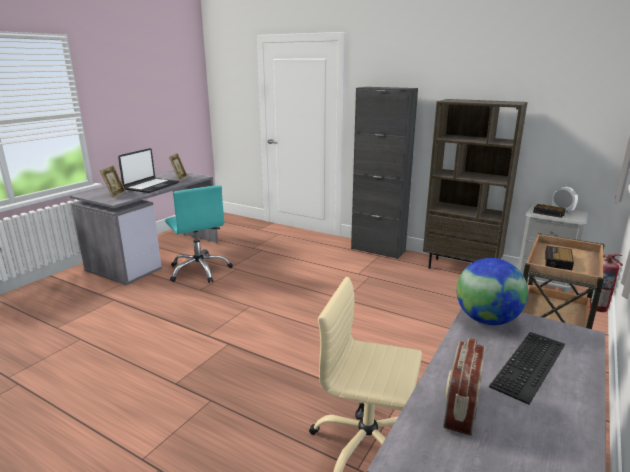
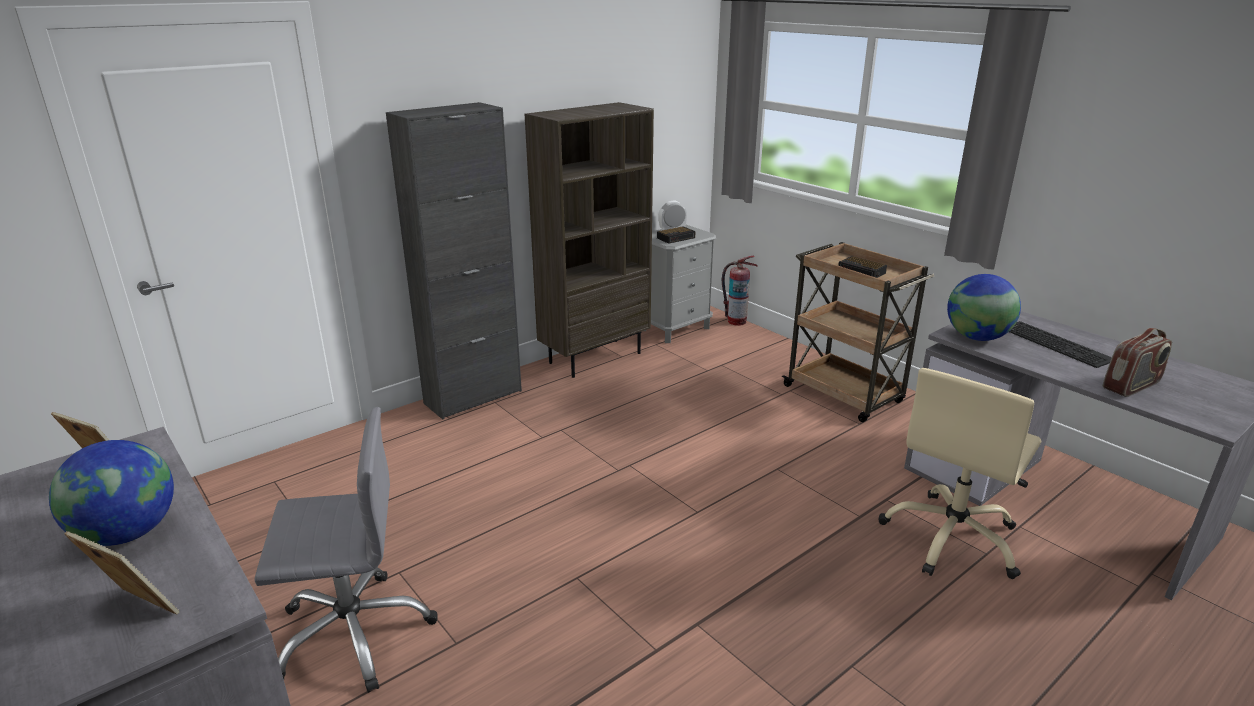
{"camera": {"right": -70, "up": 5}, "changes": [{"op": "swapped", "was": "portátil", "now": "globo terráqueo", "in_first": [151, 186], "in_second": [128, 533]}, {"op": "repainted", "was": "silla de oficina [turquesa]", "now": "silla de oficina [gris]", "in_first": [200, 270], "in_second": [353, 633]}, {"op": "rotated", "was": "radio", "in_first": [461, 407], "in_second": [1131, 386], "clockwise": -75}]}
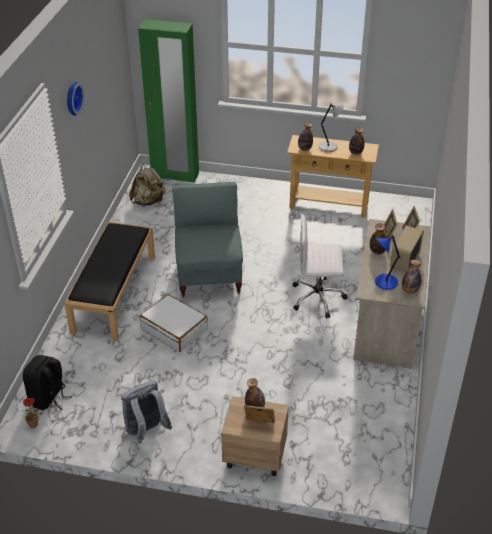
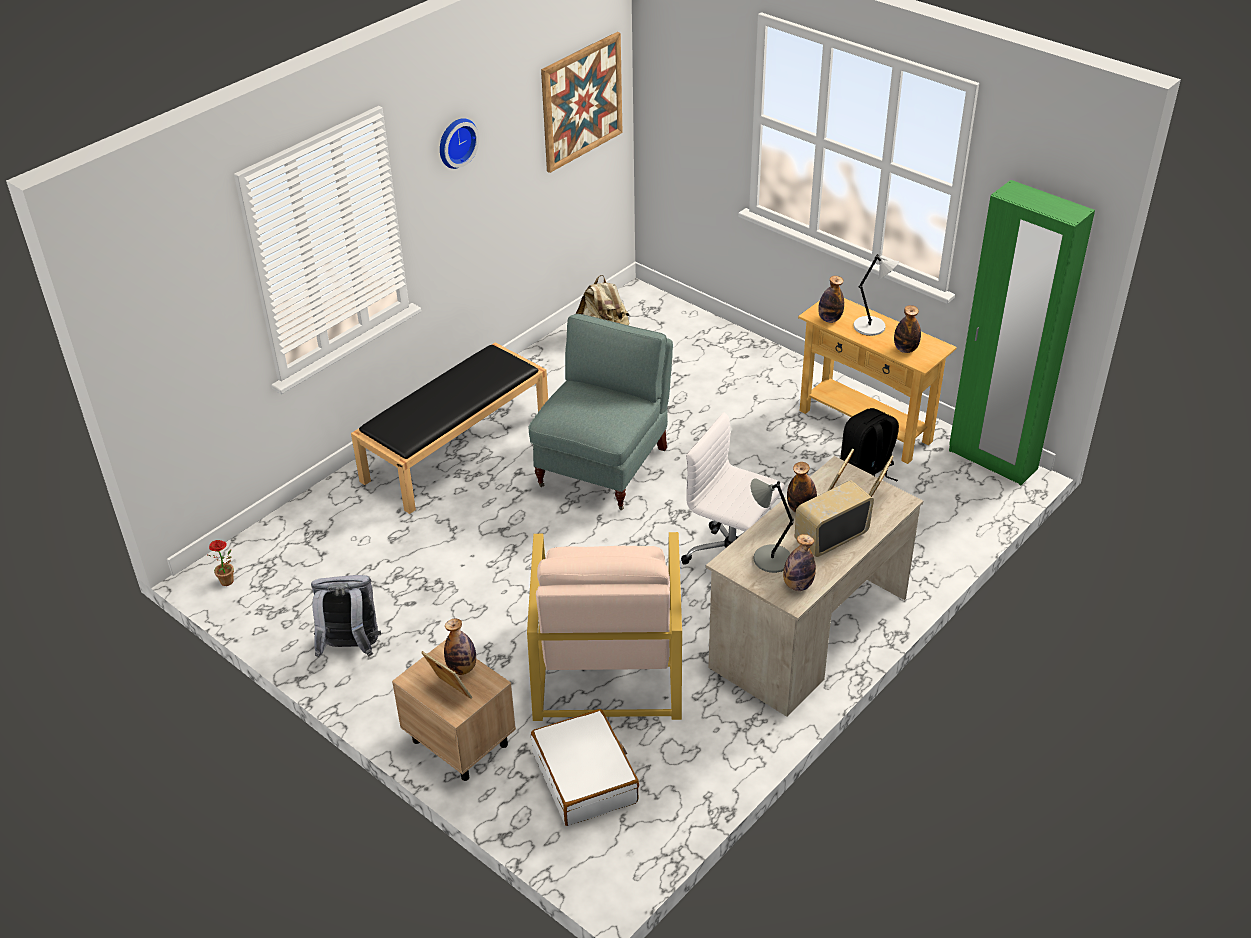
{"camera": {"right": 30, "up": 0}, "changes": [{"op": "new", "now": "sillón [beis]", "in_second": [607, 661]}, {"op": "new", "now": "cuadro", "in_second": [582, 101]}, {"op": "shifted", "was": "mochila [negro]", "in_first": [48, 398], "in_second": [866, 472]}, {"op": "shifted", "was": "armario ropero [verde]", "in_first": [175, 175], "in_second": [992, 460]}, {"op": "shifted", "was": "maleta [blanco]", "in_first": [174, 329], "in_second": [585, 777]}, {"op": "repainted", "was": "lámpara de mesa [azul]", "now": "lámpara de mesa [gris]", "in_first": [385, 282], "in_second": [769, 559]}]}
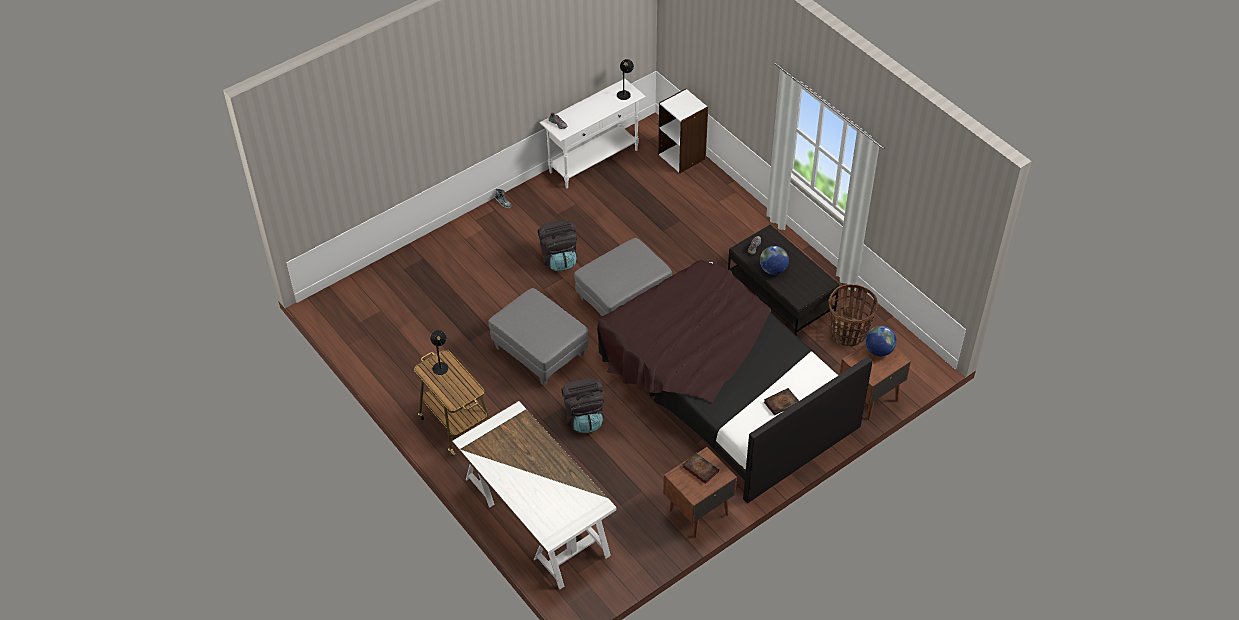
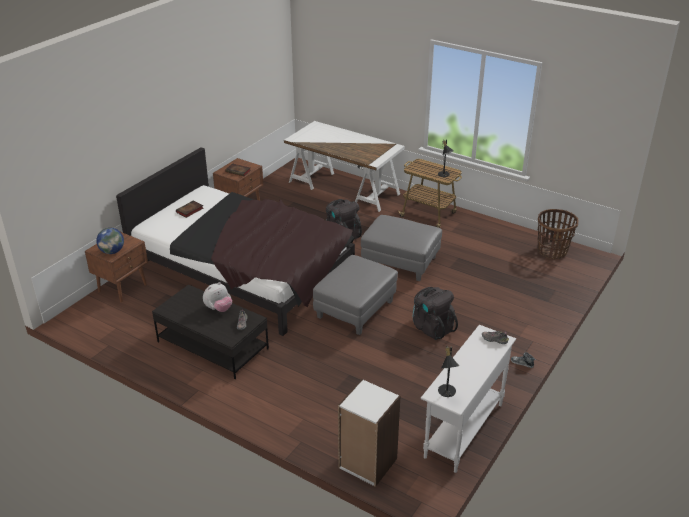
{"camera": {"right": 160, "up": -15}, "changes": [{"op": "shifted", "was": "cesta", "in_first": [848, 333], "in_second": [552, 251]}, {"op": "swapped", "was": "globo terráqueo", "now": "peluche", "in_first": [773, 270], "in_second": [218, 309]}]}
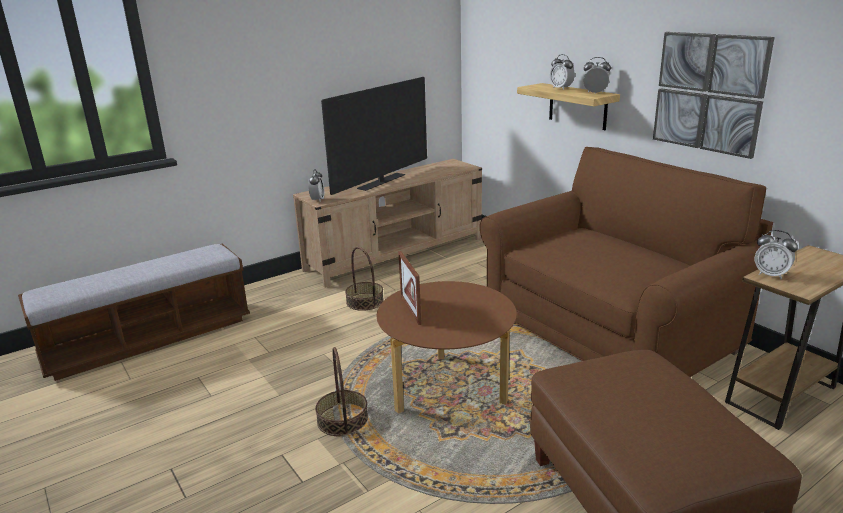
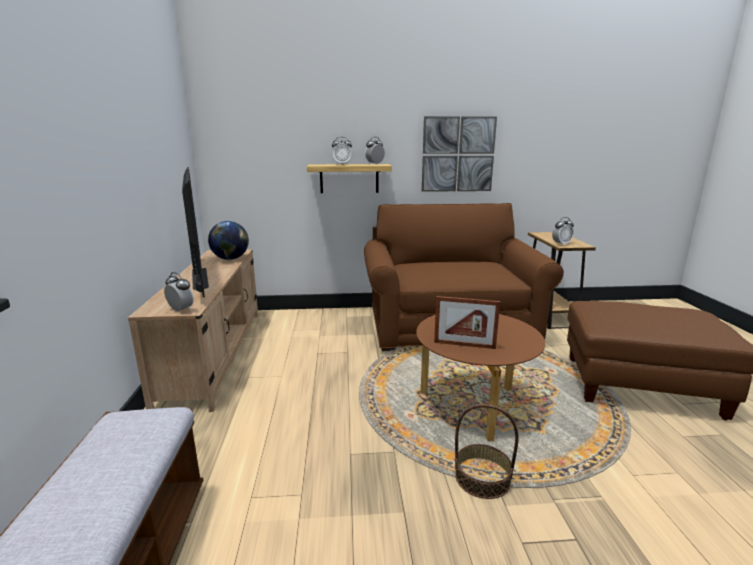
{"camera": {"right": -60, "up": -5}, "changes": [{"op": "gone", "was": "cesta", "in_first": [365, 301]}, {"op": "new", "now": "globo terráqueo", "in_second": [230, 259]}]}
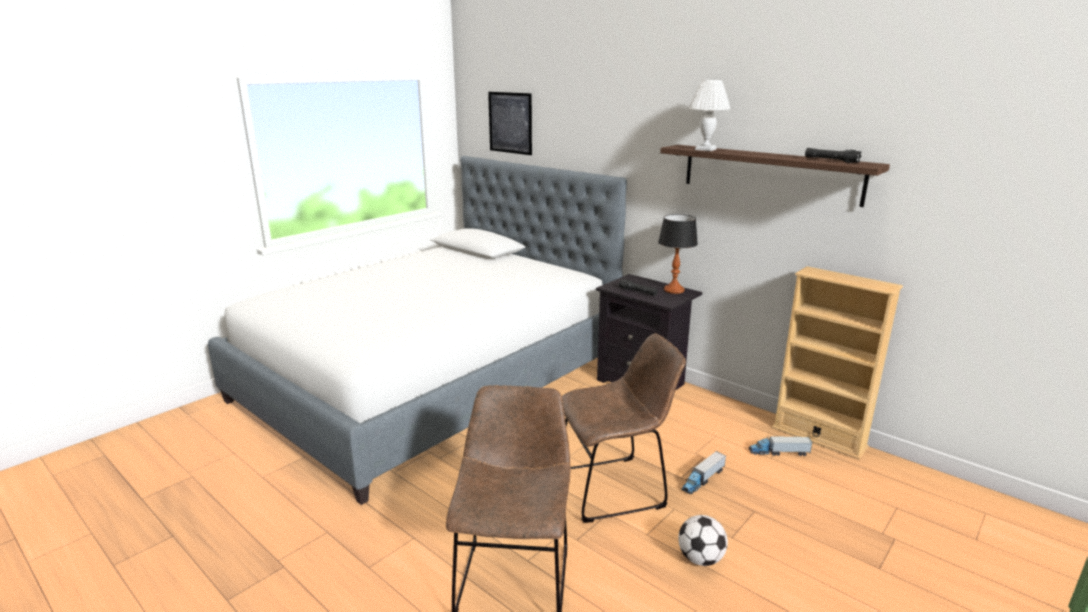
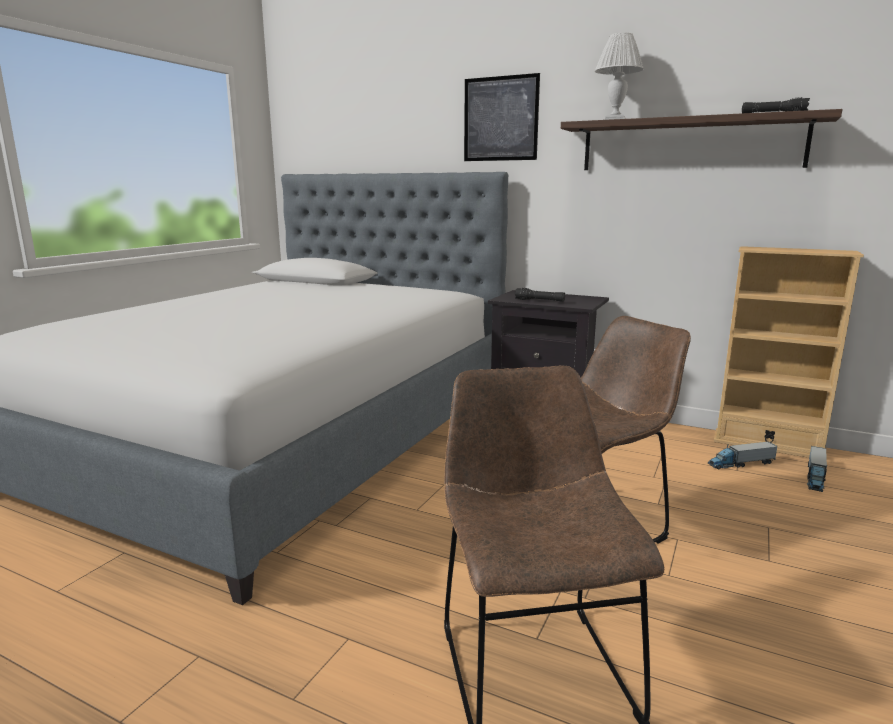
{"camera": {"right": -15, "up": -5}, "changes": [{"op": "gone", "was": "lámpara de mesa", "in_first": [674, 290]}, {"op": "gone", "was": "balón de fútbol", "in_first": [700, 559]}, {"op": "shifted", "was": "cuadro", "in_first": [510, 123], "in_second": [500, 119]}, {"op": "shifted", "was": "camión de juguete", "in_first": [703, 479], "in_second": [815, 477]}]}
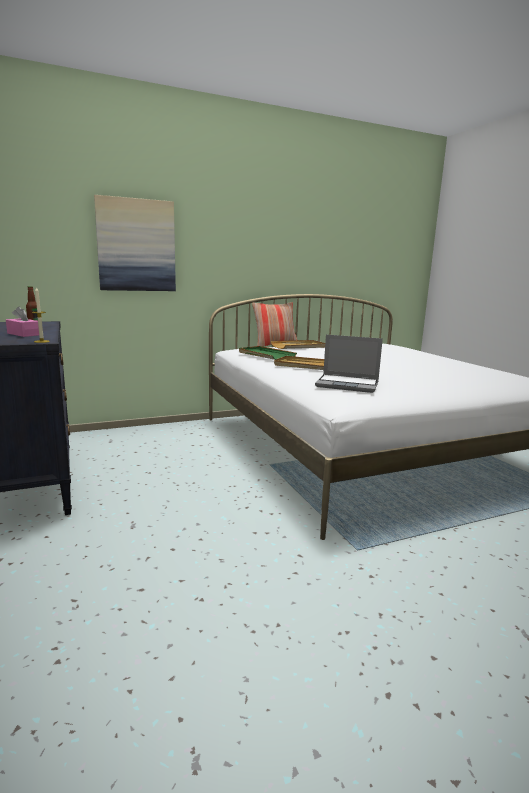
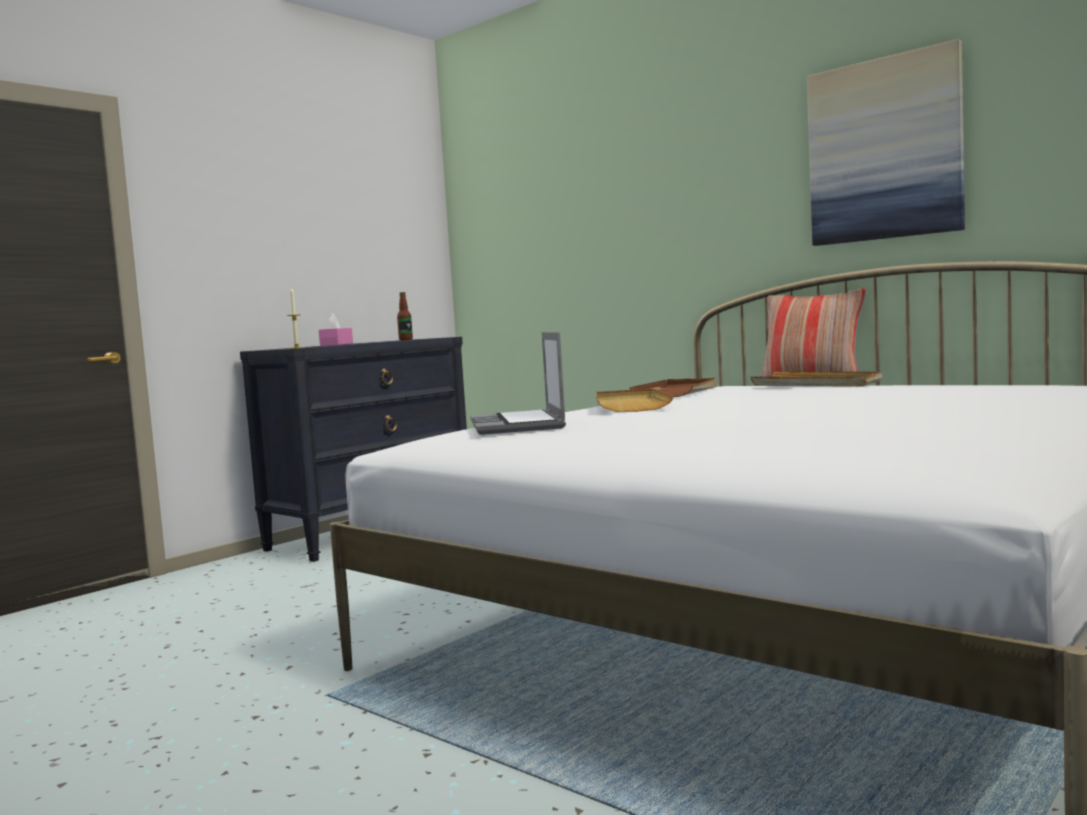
{"camera": {"right": 65, "up": -10}, "changes": [{"op": "shifted", "was": "cuadro", "in_first": [136, 245], "in_second": [884, 150]}, {"op": "repainted", "was": "bandeja [verde]", "now": "bandeja [marrón]", "in_first": [266, 355], "in_second": [677, 392]}]}
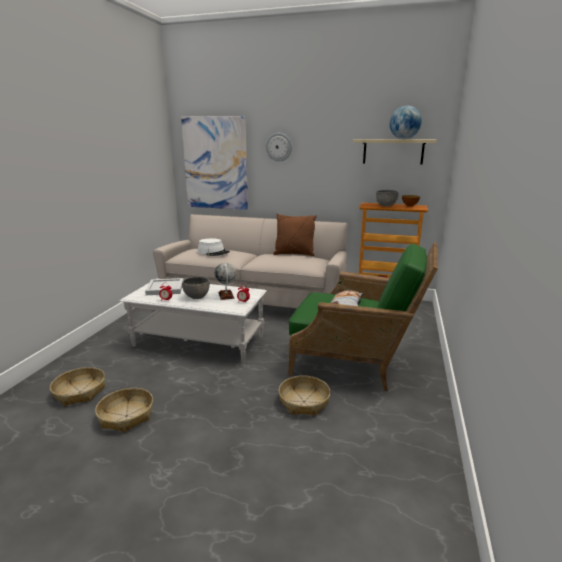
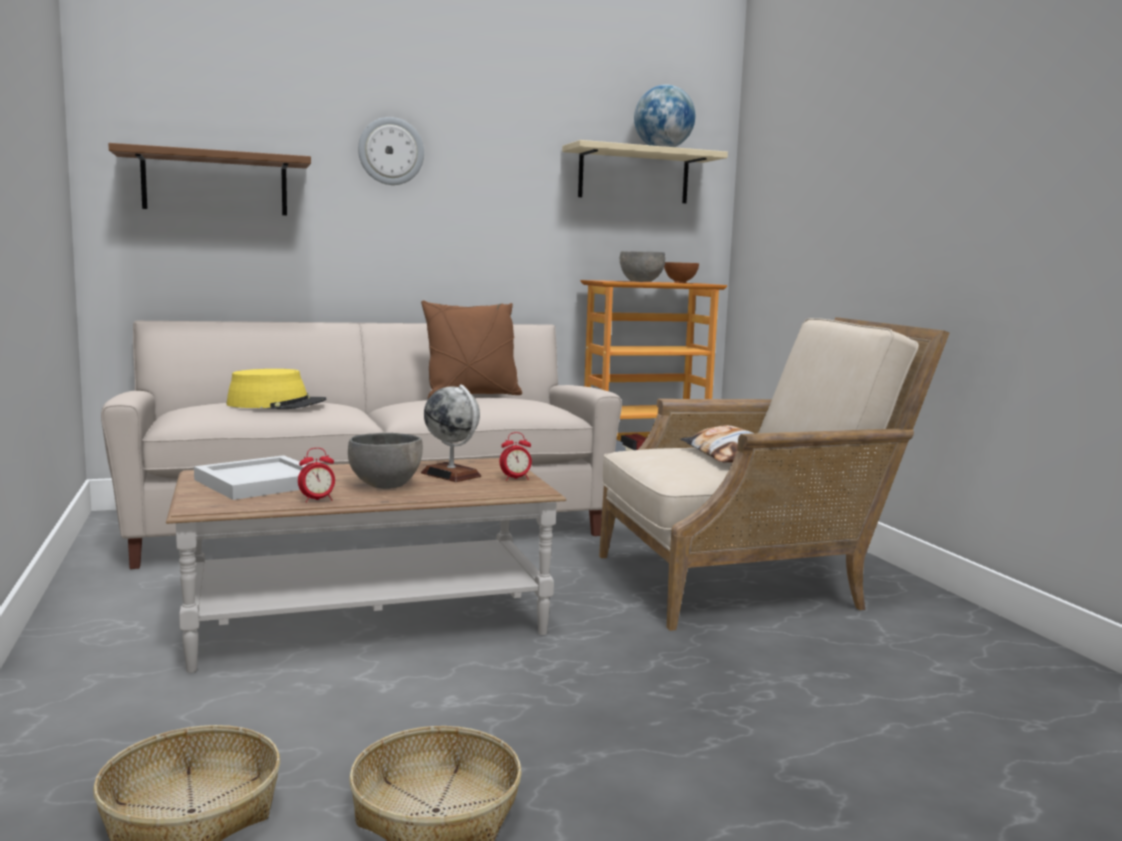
{"camera": {"right": -35, "up": -10}, "changes": [{"op": "gone", "was": "cesta", "in_first": [304, 401]}, {"op": "swapped", "was": "cuadro", "now": "estante [marrón]", "in_first": [215, 163], "in_second": [215, 184]}, {"op": "repainted", "was": "mesa de centro [blanco]", "now": "mesa de centro [marrón]", "in_first": [199, 341], "in_second": [368, 621]}, {"op": "repainted", "was": "sombrero [blanco]", "now": "sombrero [amarillo]", "in_first": [213, 252], "in_second": [276, 404]}, {"op": "repainted", "was": "sillón [verde]", "now": "sillón [beis]", "in_first": [356, 361], "in_second": [748, 581]}]}
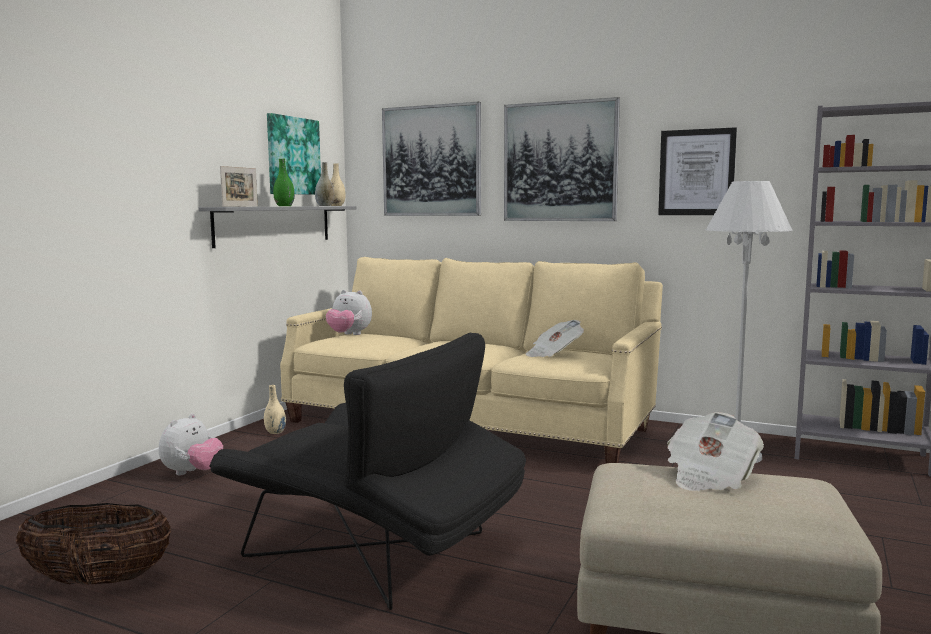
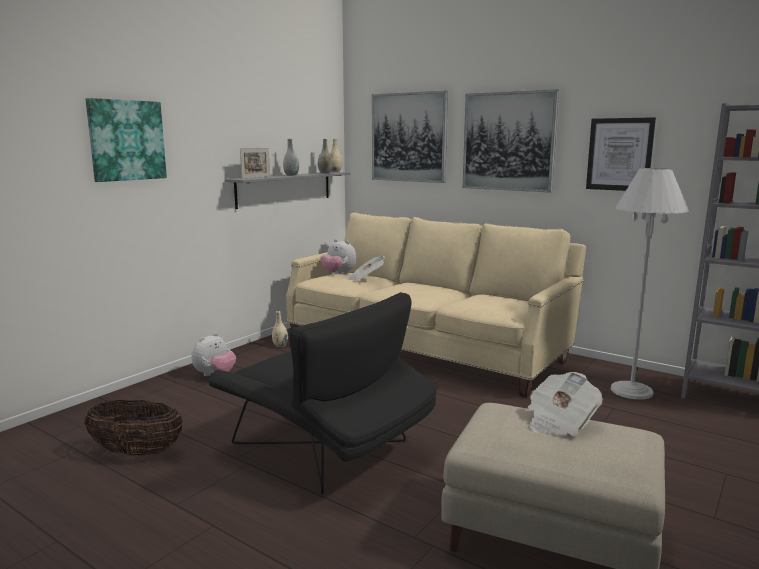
{"camera": {"right": 10, "up": 5}, "changes": [{"op": "shifted", "was": "cuadro", "in_first": [293, 156], "in_second": [126, 140]}, {"op": "shifted", "was": "periódico", "in_first": [553, 354], "in_second": [365, 278]}, {"op": "repainted", "was": "florero [verde]", "now": "florero [gris]", "in_first": [284, 206], "in_second": [291, 175]}]}
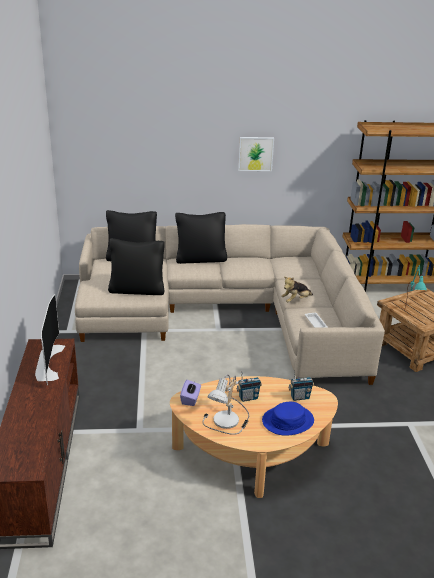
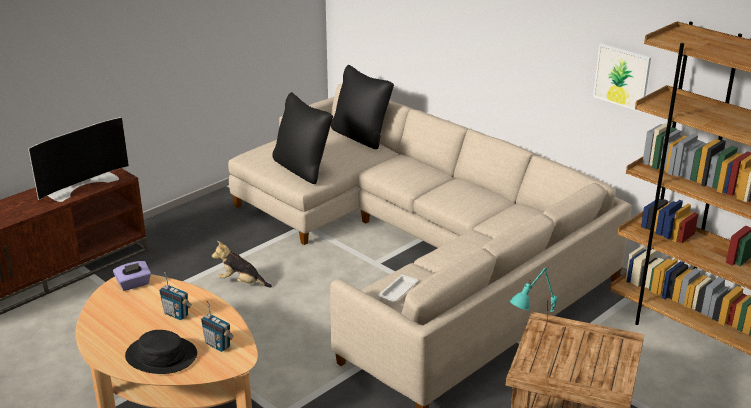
{"camera": {"right": 50, "up": 0}, "changes": [{"op": "gone", "was": "cojín [negro]", "in_first": [200, 259]}, {"op": "gone", "was": "lámpara de mesa", "in_first": [227, 422]}, {"op": "shifted", "was": "cuadro", "in_first": [255, 154], "in_second": [622, 77]}, {"op": "shifted", "was": "peluche", "in_first": [296, 300], "in_second": [242, 282]}, {"op": "repainted", "was": "sombrero [azul]", "now": "sombrero [negro]", "in_first": [287, 421], "in_second": [161, 355]}]}
